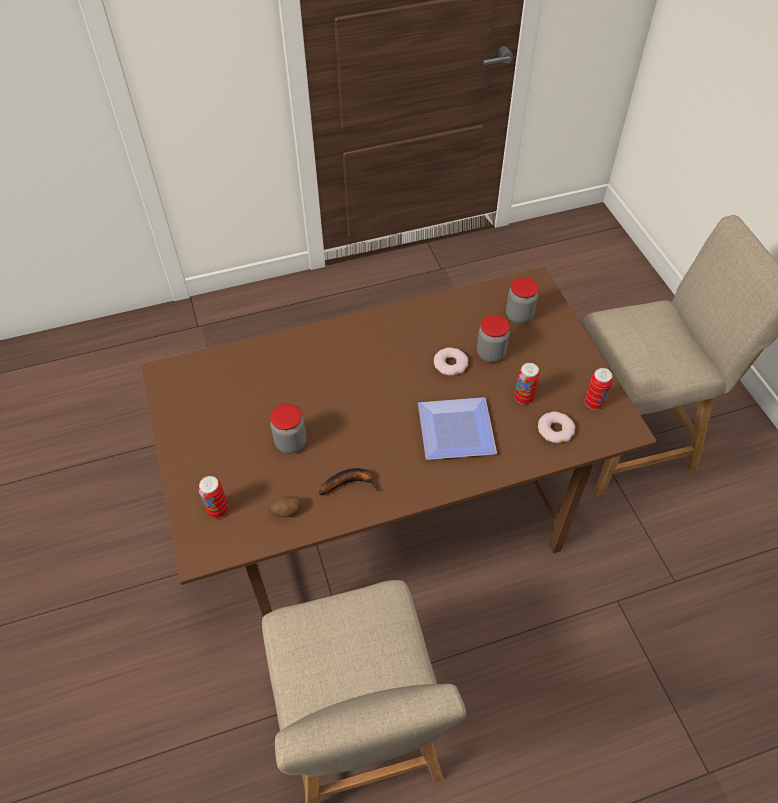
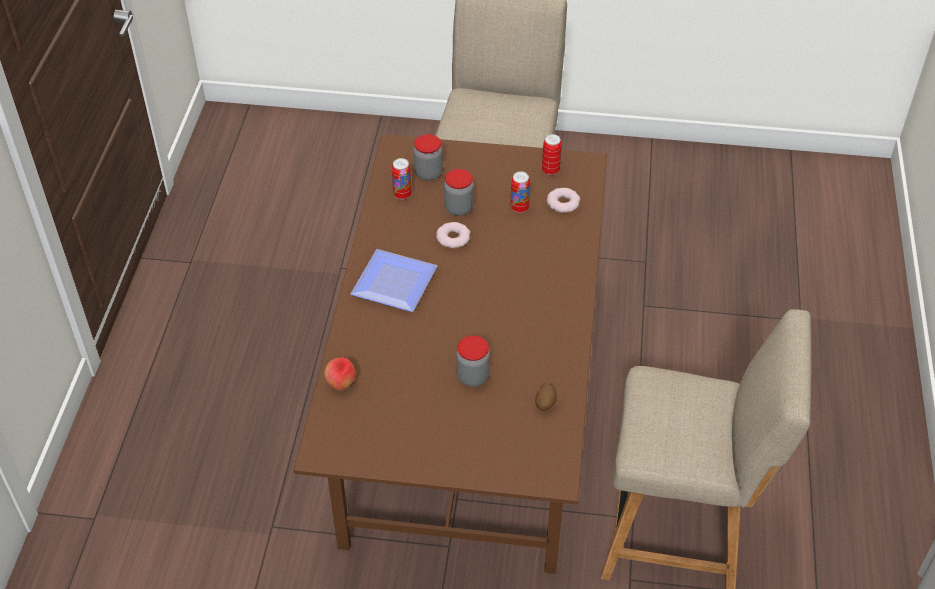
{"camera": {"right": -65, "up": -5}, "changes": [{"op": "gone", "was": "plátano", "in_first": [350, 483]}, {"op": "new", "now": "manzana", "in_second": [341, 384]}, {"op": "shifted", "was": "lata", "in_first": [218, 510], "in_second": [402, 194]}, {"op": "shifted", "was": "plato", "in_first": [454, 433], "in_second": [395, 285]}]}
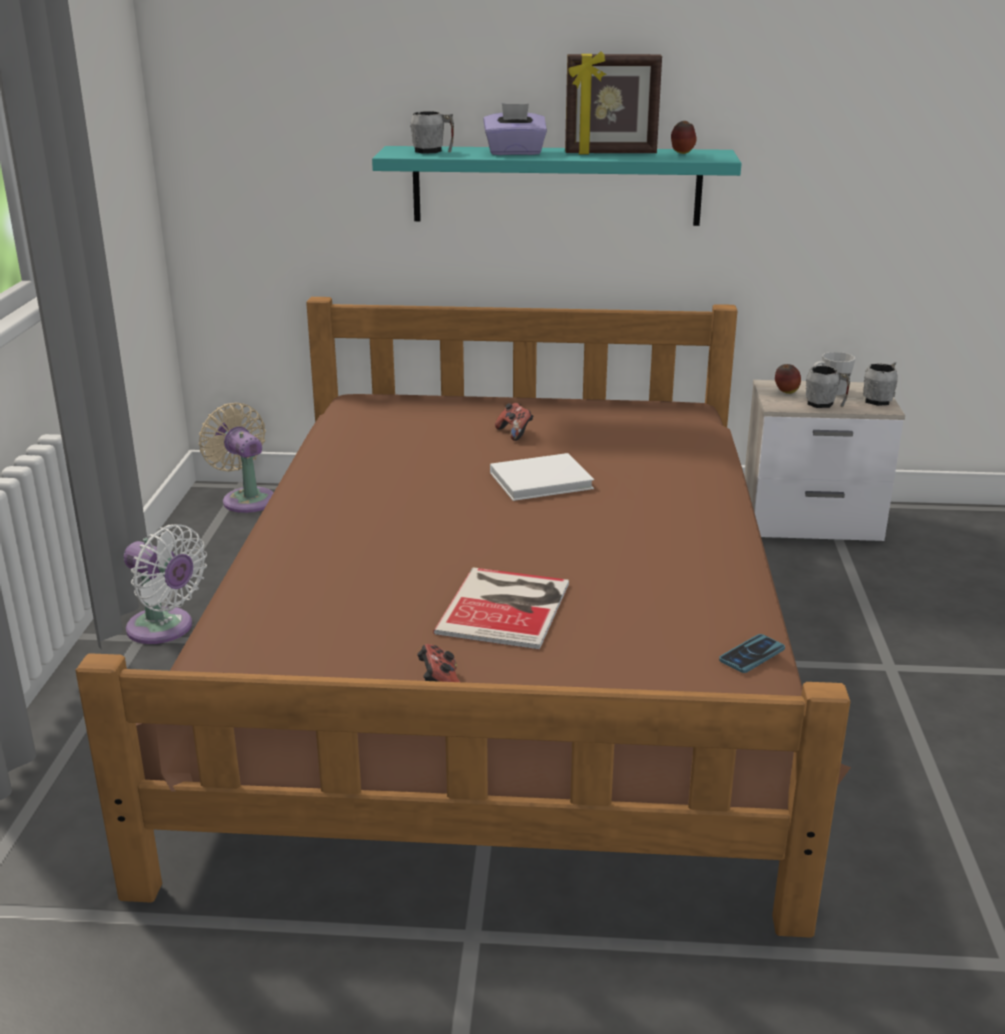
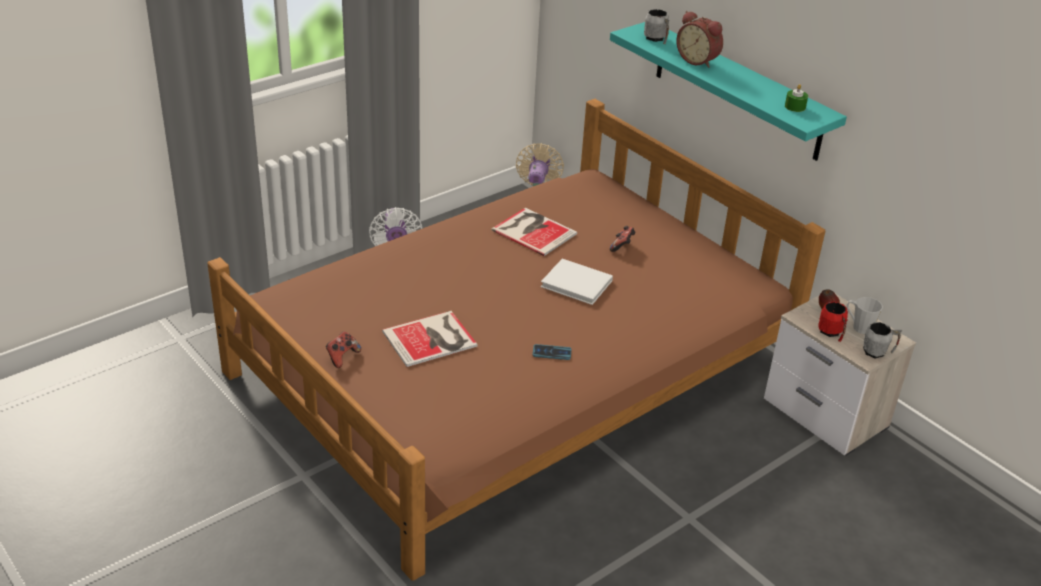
{"camera": {"right": 45, "up": 10}, "changes": [{"op": "gone", "was": "portarretratos", "in_first": [610, 153]}, {"op": "new", "now": "libro", "in_second": [533, 230]}, {"op": "shifted", "was": "móvil", "in_first": [752, 654], "in_second": [551, 353]}, {"op": "swapped", "was": "caja de pañuelos [morado]", "now": "despertador", "in_first": [515, 153], "in_second": [698, 60]}, {"op": "swapped", "was": "manzana", "now": "vela [verde]", "in_first": [682, 154], "in_second": [795, 107]}, {"op": "repainted", "was": "taza grande [gris]", "now": "taza grande [rojo]", "in_first": [825, 404], "in_second": [832, 333]}]}
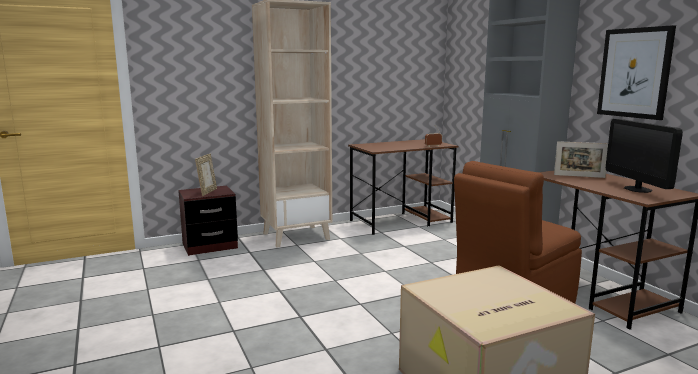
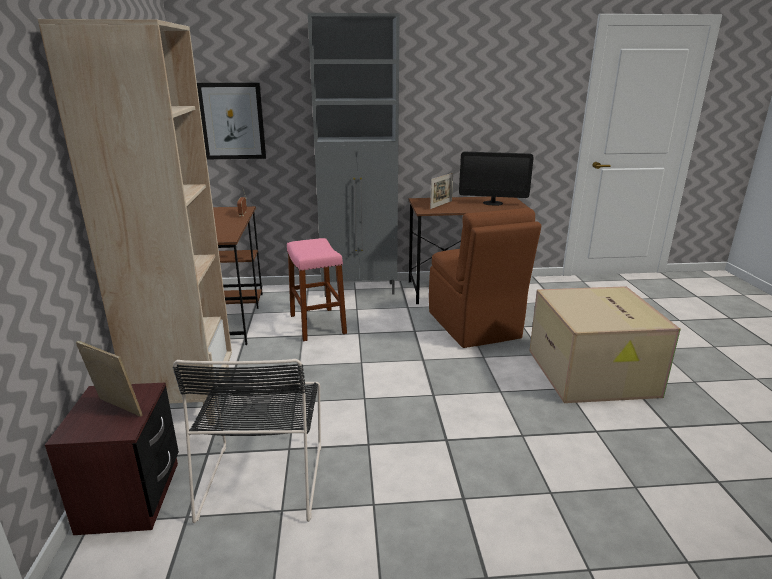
{"camera": {"right": -70, "up": 10}, "changes": [{"op": "new", "now": "silla [negro]", "in_second": [264, 477]}, {"op": "new", "now": "taburete [rosa]", "in_second": [317, 324]}, {"op": "shifted", "was": "cuadro", "in_first": [634, 73], "in_second": [232, 121]}]}
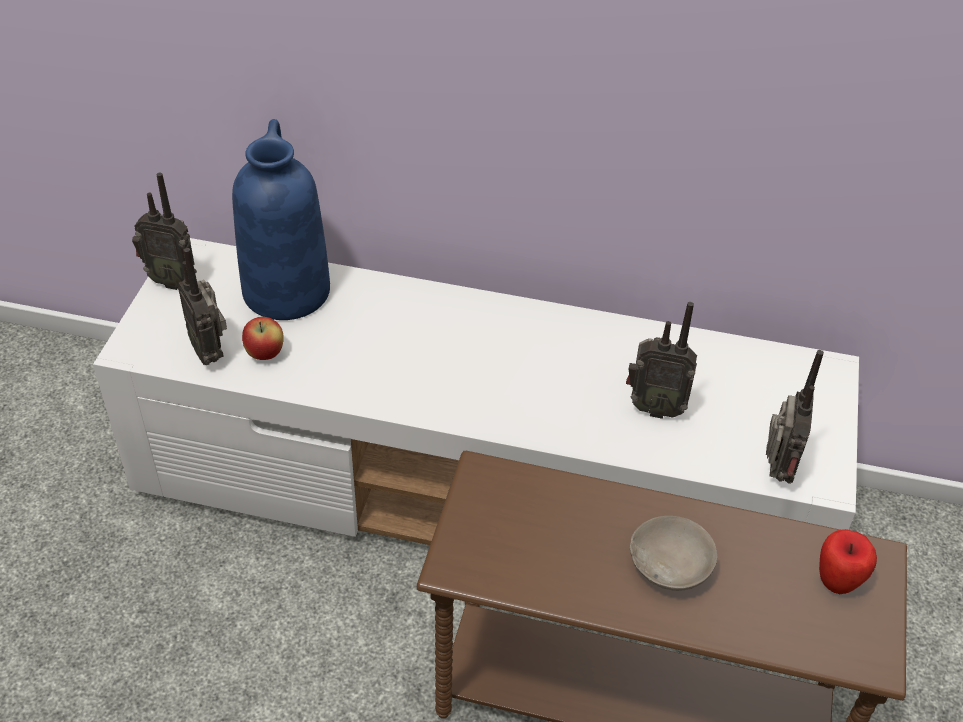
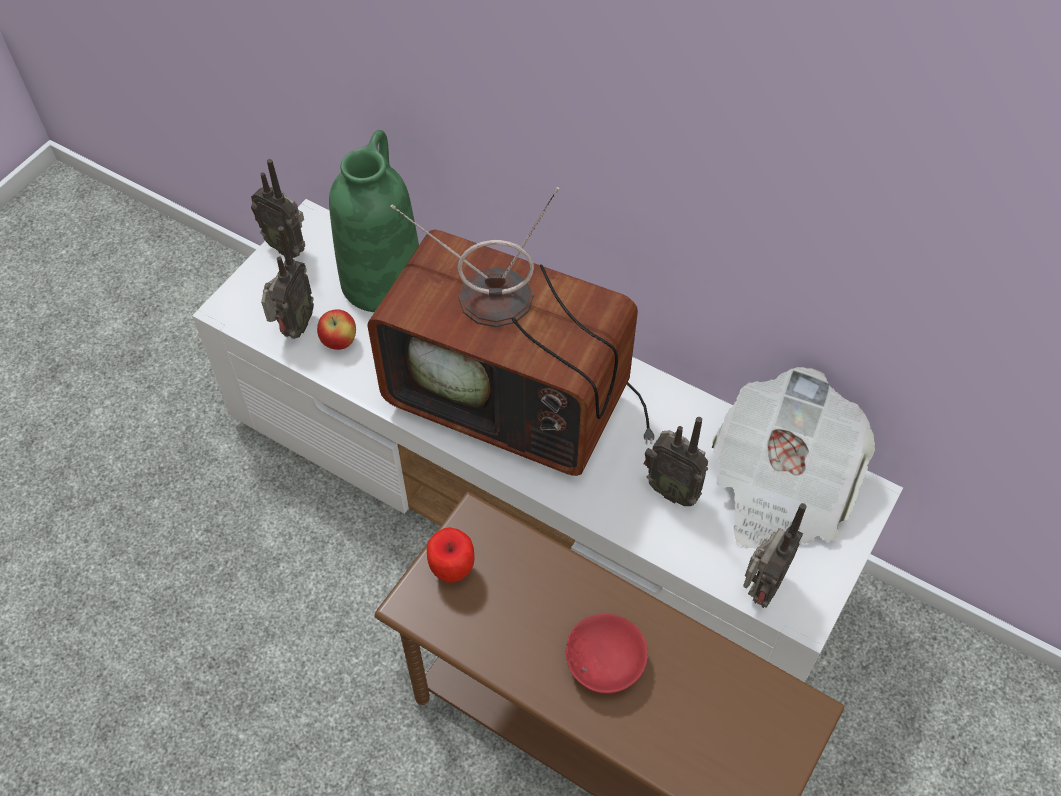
{"camera": {"right": 20, "up": 10}, "changes": [{"op": "new", "now": "televisor", "in_second": [517, 397]}, {"op": "new", "now": "periódico", "in_second": [780, 485]}, {"op": "shifted", "was": "manzana", "in_first": [837, 582], "in_second": [452, 570]}, {"op": "repainted", "was": "florero [azul]", "now": "florero [verde]", "in_first": [285, 290], "in_second": [381, 280]}, {"op": "repainted", "was": "cuenco [beis]", "now": "cuenco [rojo]", "in_first": [673, 566], "in_second": [607, 663]}, {"op": "rotated", "was": "radio", "in_first": [210, 352], "in_second": [293, 328], "clockwise": -150}]}
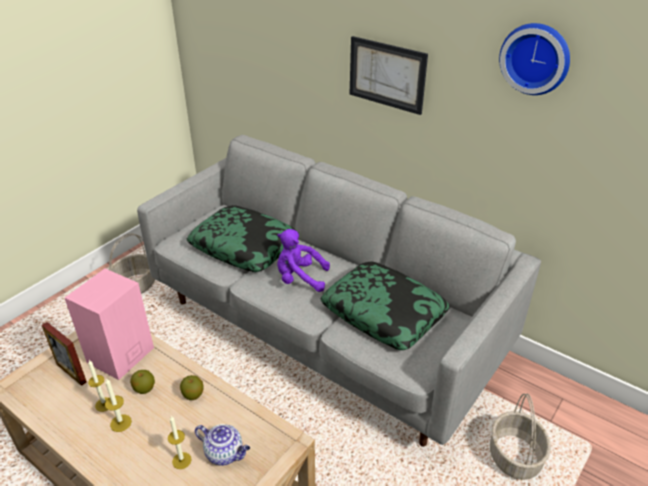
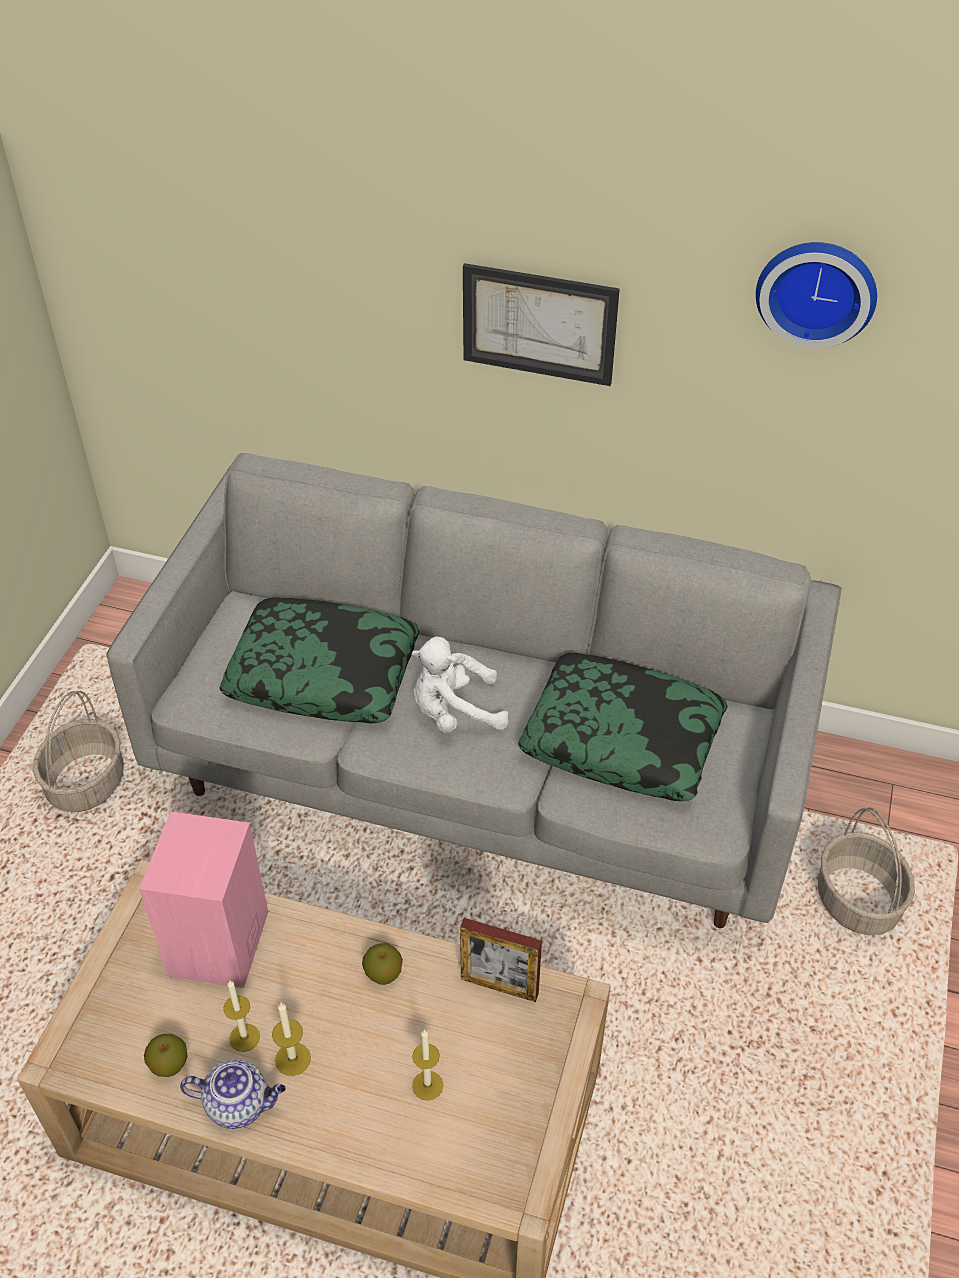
{"camera": {"right": -20, "up": 10}, "changes": [{"op": "shifted", "was": "portarretratos", "in_first": [71, 373], "in_second": [499, 986]}, {"op": "shifted", "was": "manzana", "in_first": [144, 389], "in_second": [169, 1064]}, {"op": "shifted", "was": "tetera", "in_first": [225, 453], "in_second": [239, 1104]}, {"op": "repainted", "was": "peluche [morado]", "now": "peluche [blanco]", "in_first": [299, 279], "in_second": [454, 712]}]}
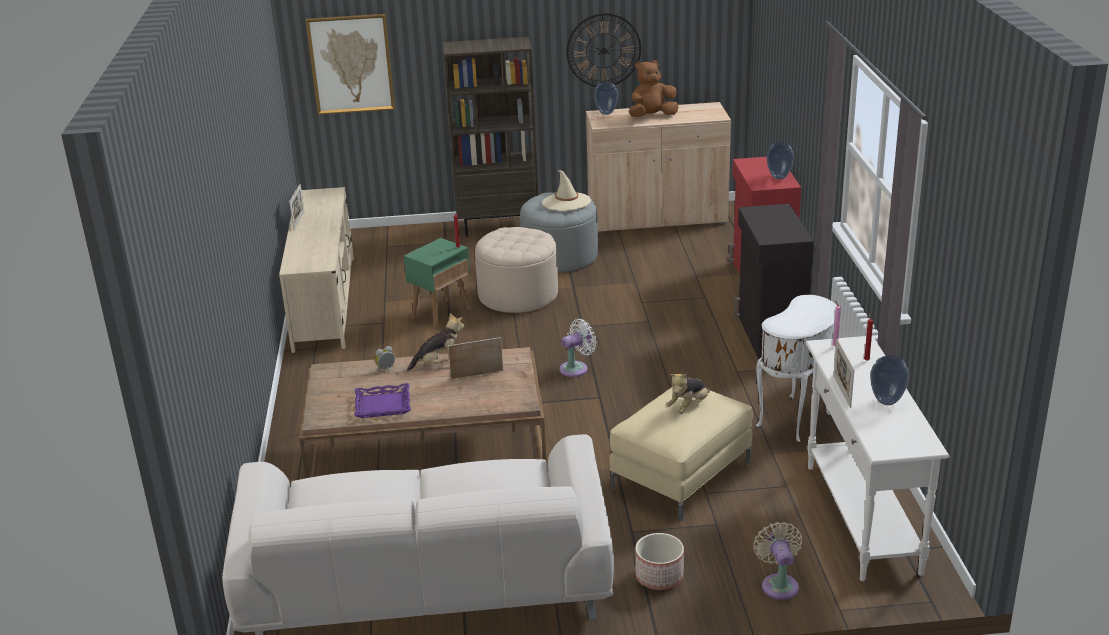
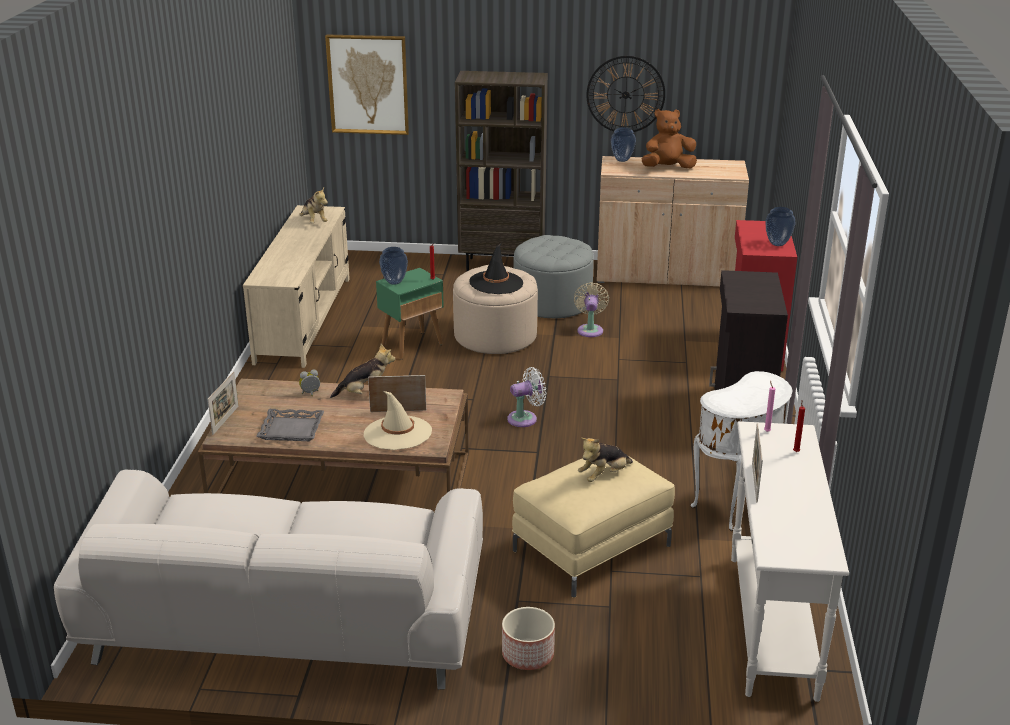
{"camera": {"right": 10, "up": 0}, "changes": [{"op": "new", "now": "peluche", "in_second": [314, 221]}, {"op": "new", "now": "sombrero [negro]", "in_second": [496, 283]}, {"op": "shifted", "was": "portarretratos", "in_first": [299, 221], "in_second": [225, 420]}, {"op": "shifted", "was": "sombrero [beis]", "in_first": [566, 202], "in_second": [397, 433]}, {"op": "shifted", "was": "ventilador [beis]", "in_first": [779, 584], "in_second": [590, 329]}, {"op": "shifted", "was": "florero", "in_first": [886, 401], "in_second": [394, 282]}, {"op": "repainted", "was": "bandeja [morado]", "now": "bandeja [gris]", "in_first": [383, 405], "in_second": [291, 429]}]}
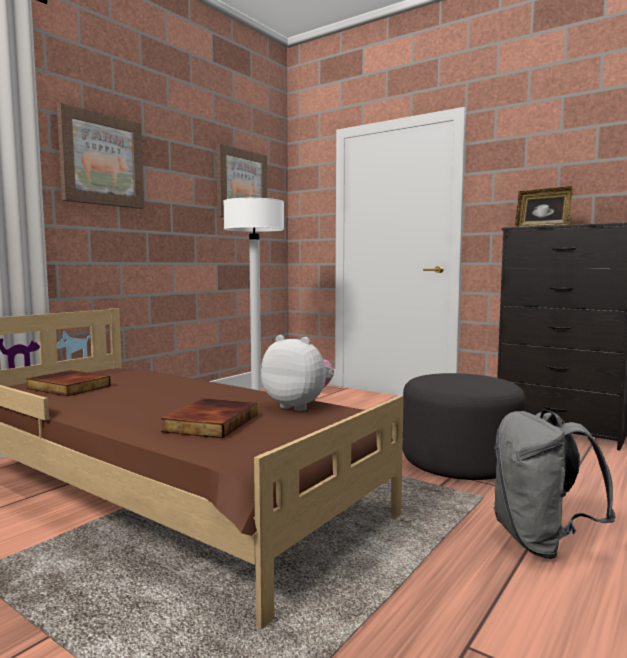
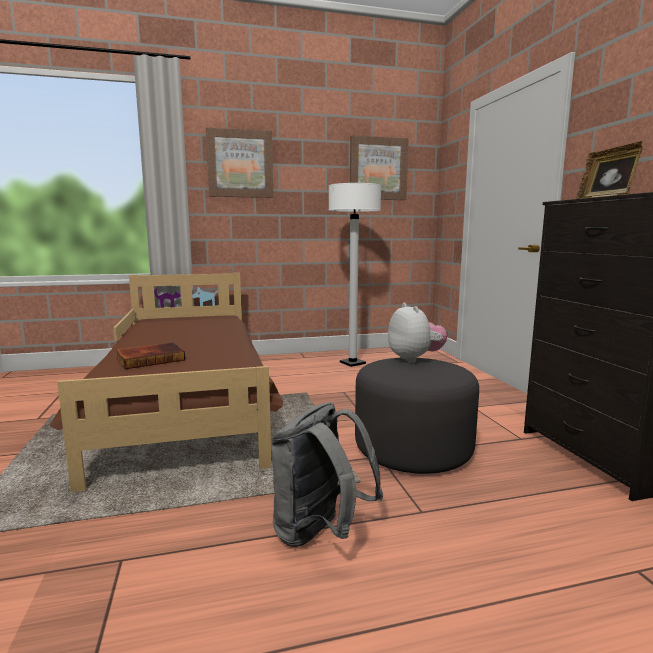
{"camera": {"right": 40, "up": 5}, "changes": [{"op": "gone", "was": "libro", "in_first": [67, 387]}, {"op": "shifted", "was": "peluche", "in_first": [298, 406], "in_second": [415, 359]}]}
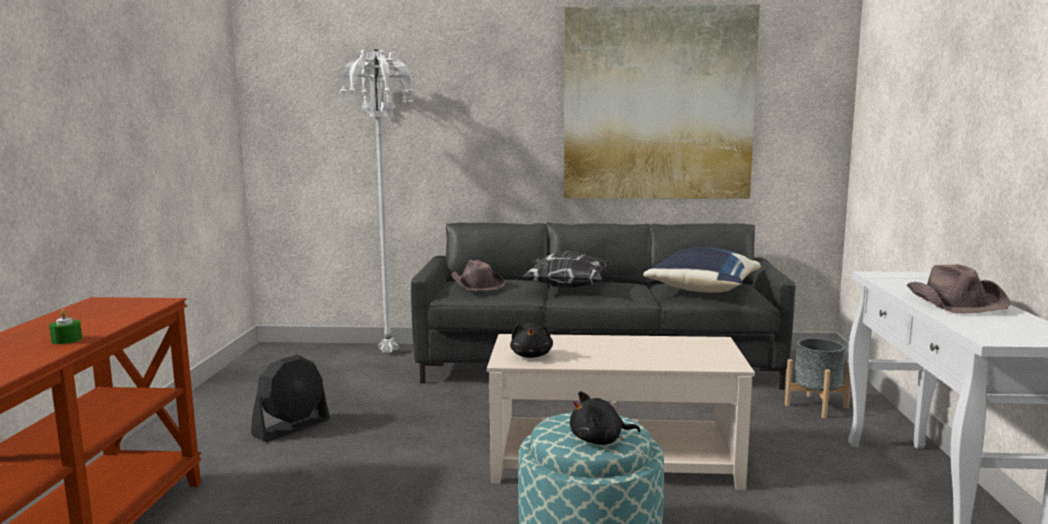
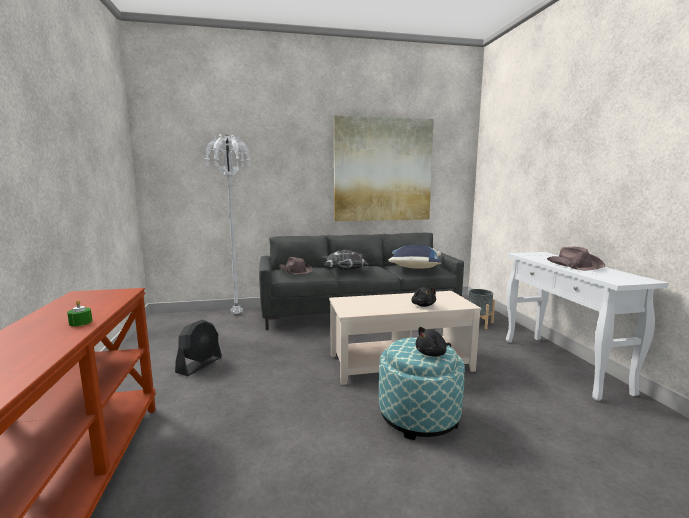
{"camera": {"right": -15, "up": 0}, "changes": [{"op": "shifted", "was": "peluche [negro]", "in_first": [531, 355], "in_second": [423, 305]}]}
